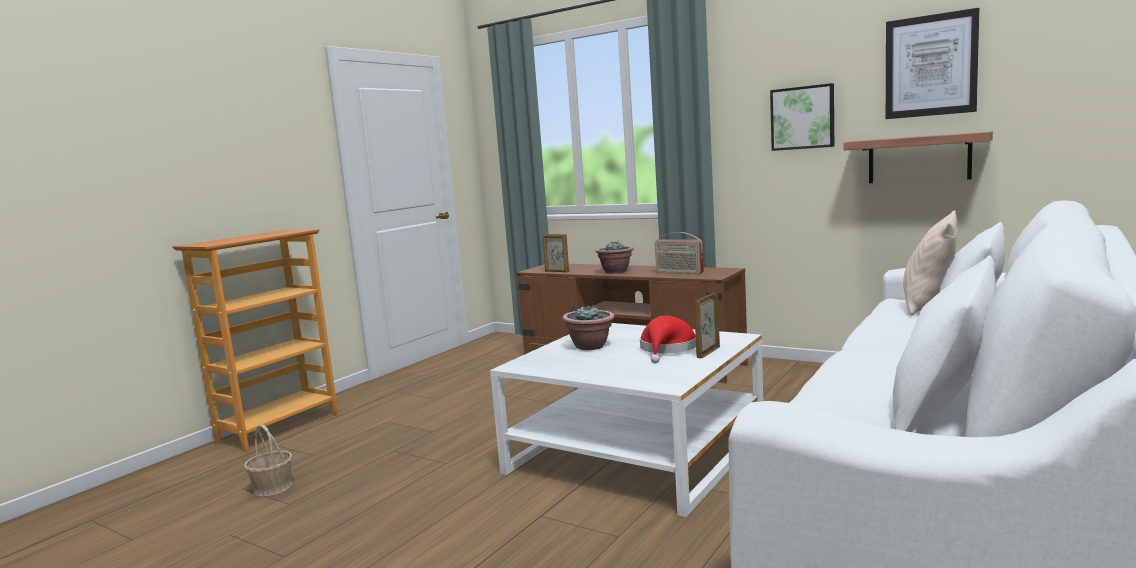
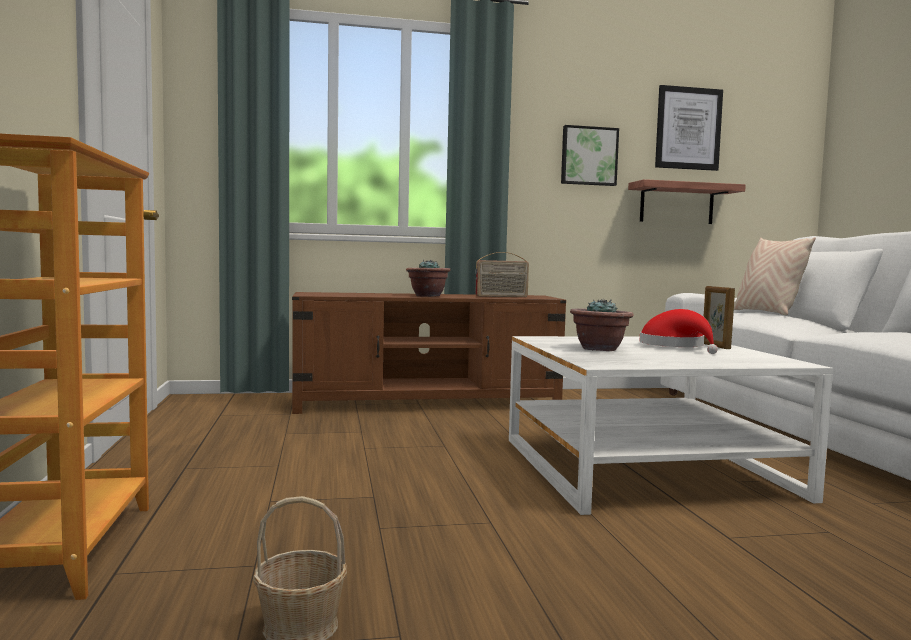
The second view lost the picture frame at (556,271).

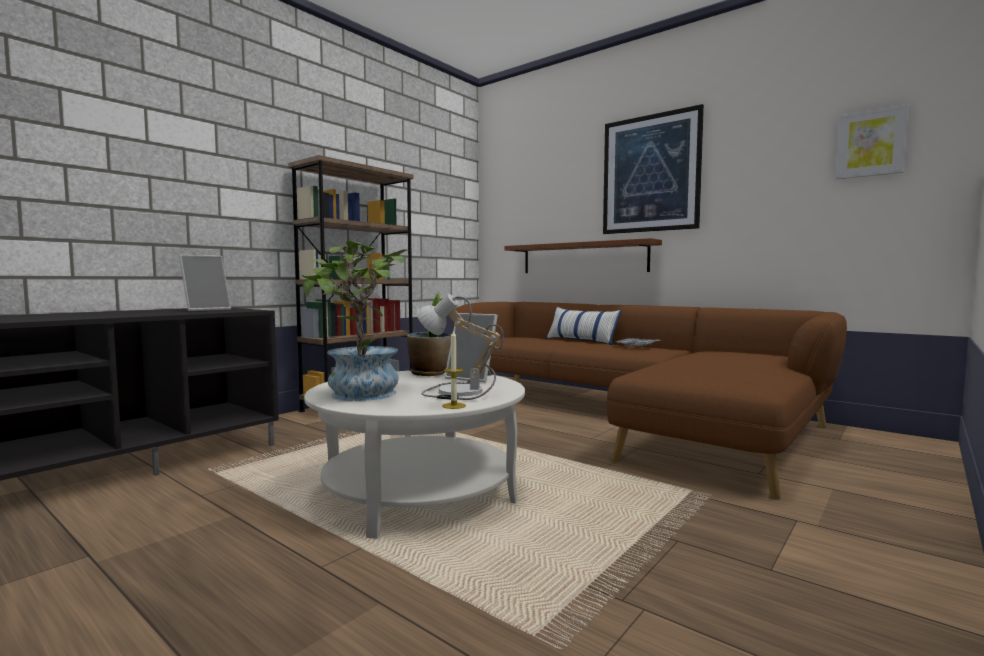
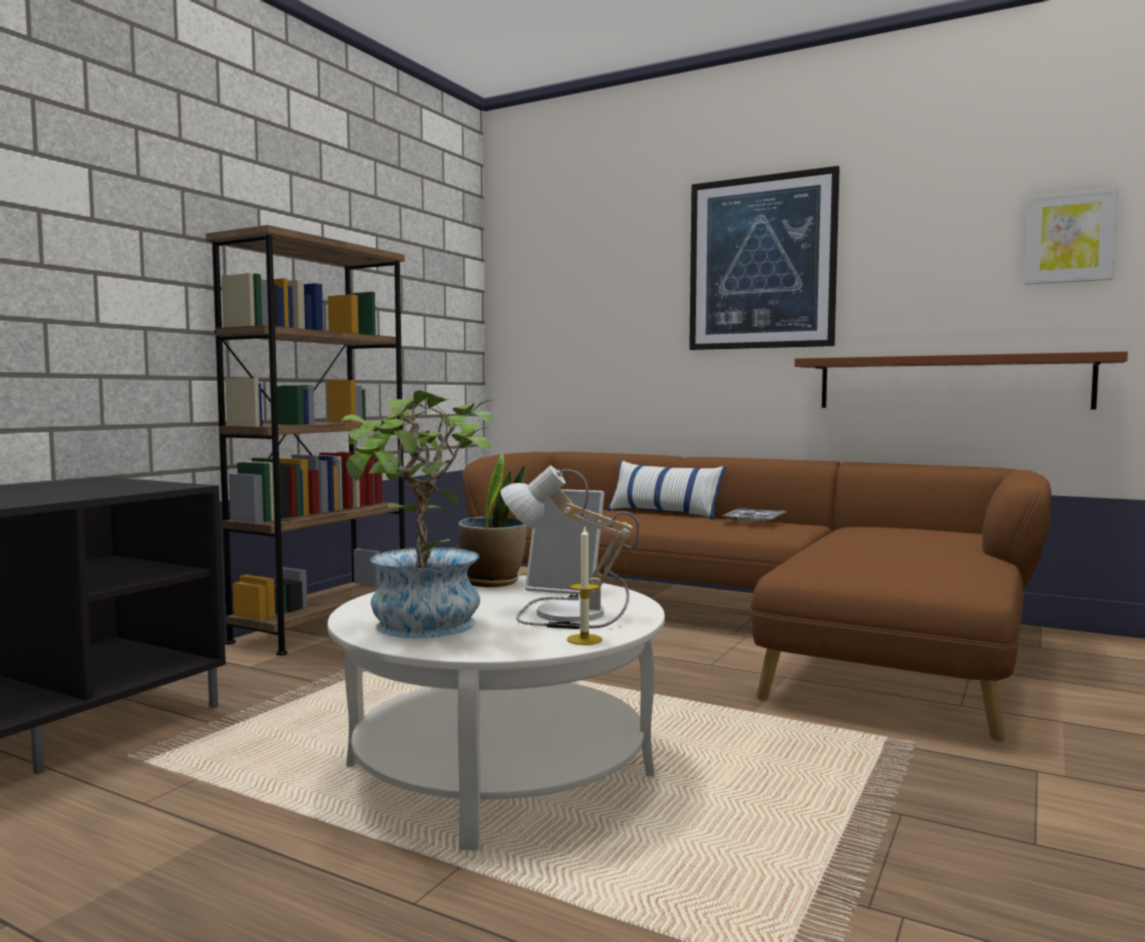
The second view lost the picture frame at (206,309).
The bracket shelf (brown) ended up elsewhere, having gone from (582,258) to (950,382).

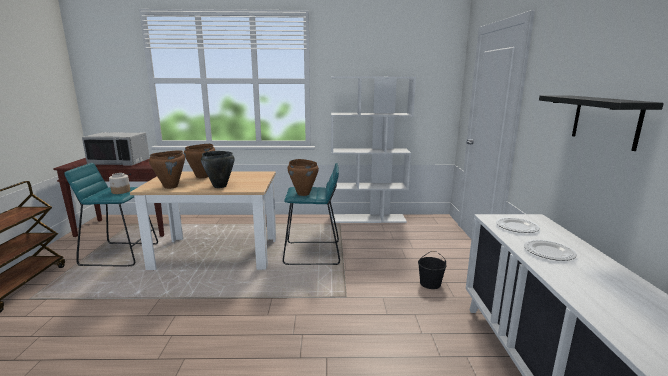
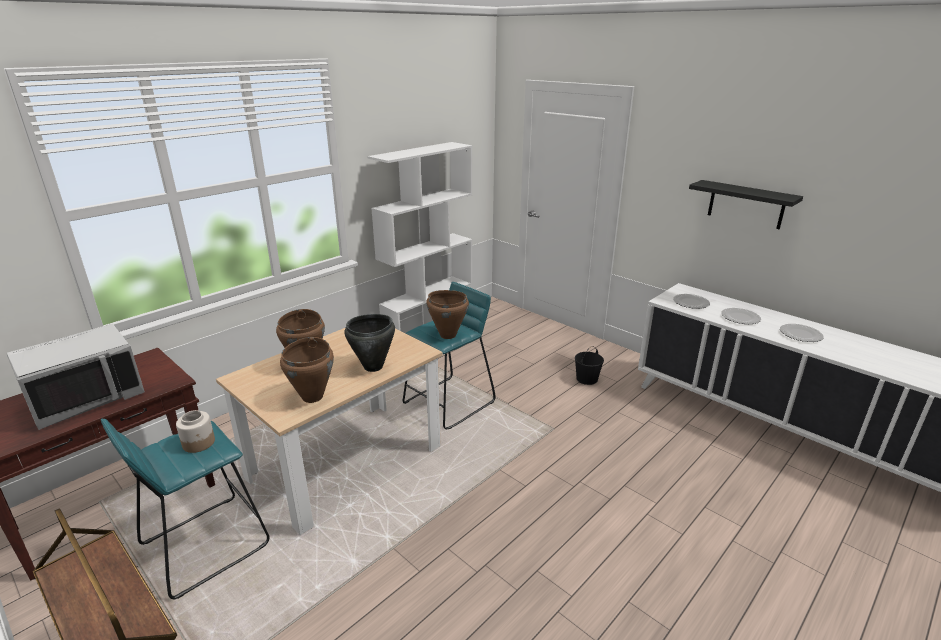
The second view gained the plate at (801,334).

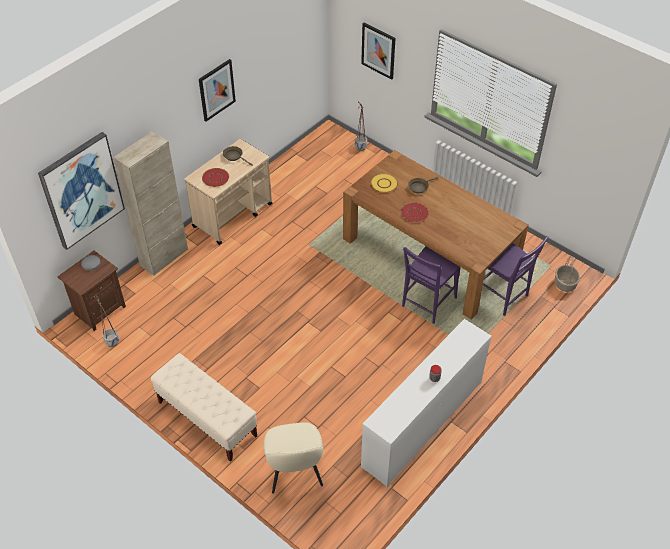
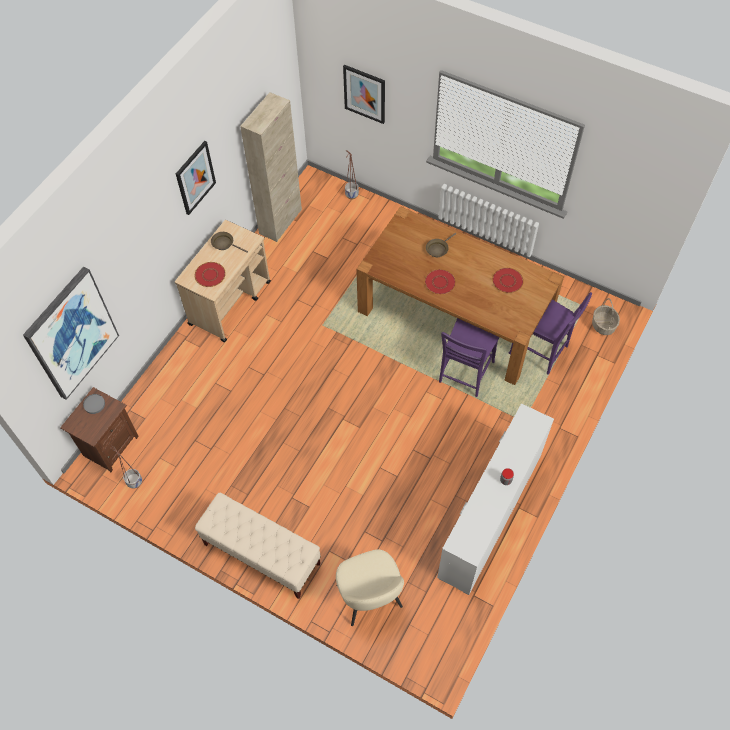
The storage cabinet (beige-coloured) ended up elsewhere, having gone from (164,257) to (280,221).
The second view lost the plate (yellow) at (383,183).
The second view gained the plate (reddish) at (507,281).

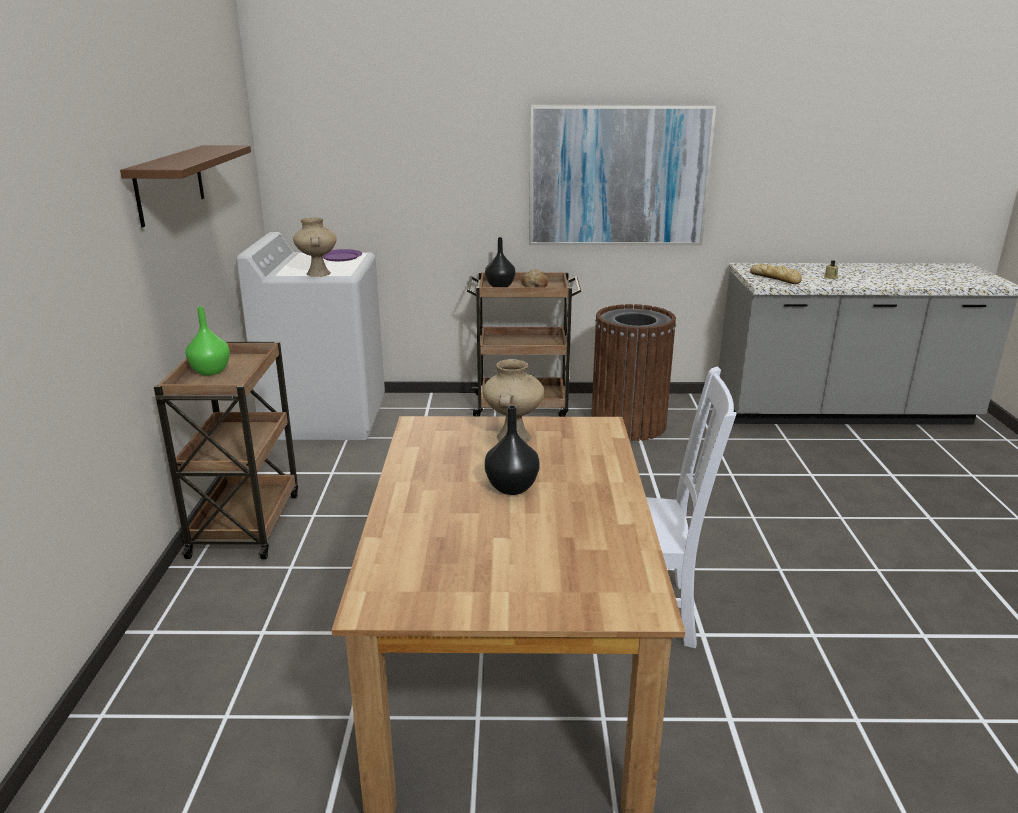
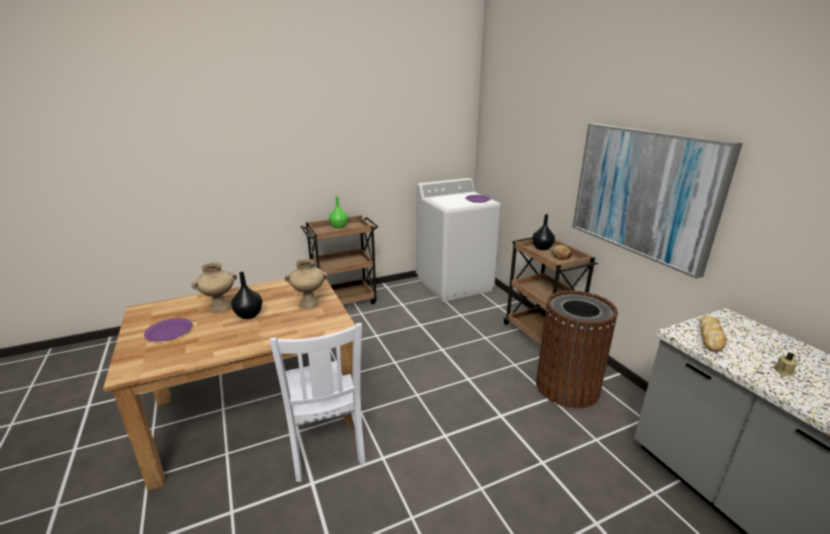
The second view lost the bracket shelf (brown) at (170,184).
The flower vase (beige-coloured) ended up elsewhere, having gone from (318,273) to (220,307).
The second view gained the plate (purplish) at (169,331).

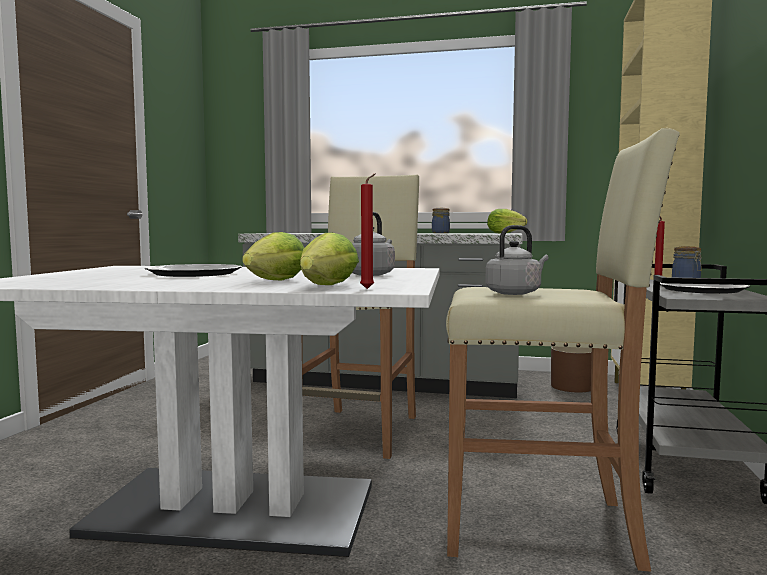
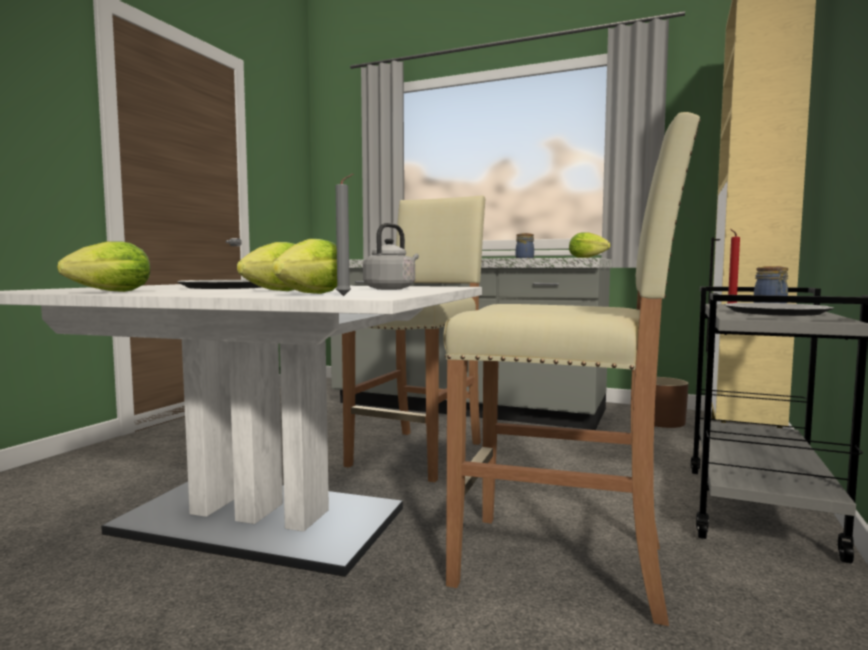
What was the candle (reddish) at (369,288) turned into the candle (greyish) at (346,296).
The second view lost the kettle (greyish) at (515,293).
The second view gained the lettuce head at (106,292).

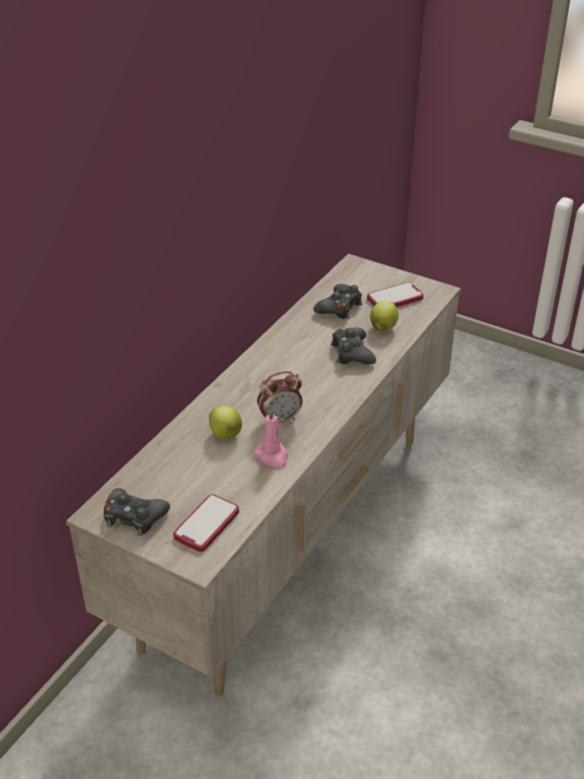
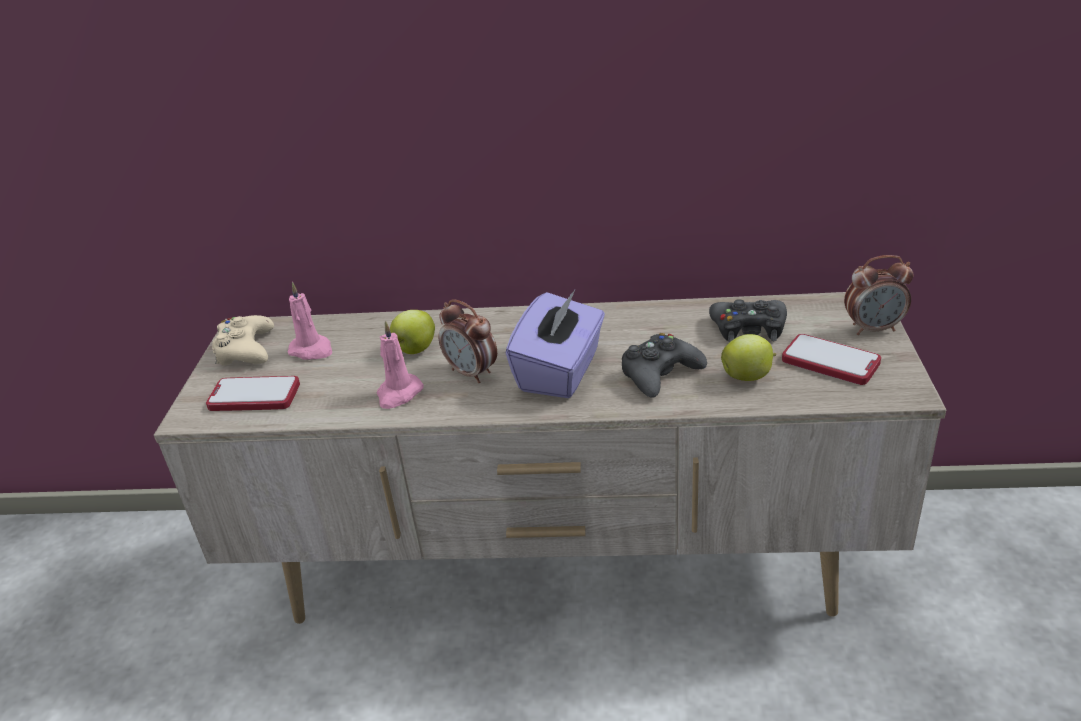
What was the gamepad (blackish) at (134,517) turned into the gamepad (beige-coloured) at (246,350).
The second view gained the candle (pink) at (312,350).
The second view gained the box of tissues (purplish) at (560,372).
The second view gained the bedside clock at (873,329).

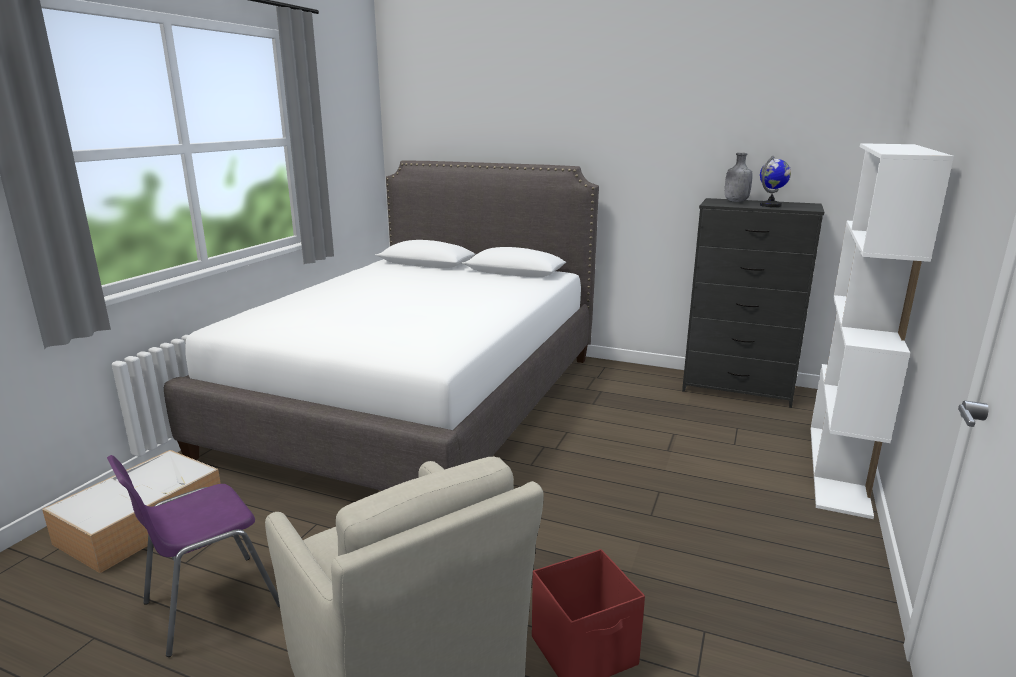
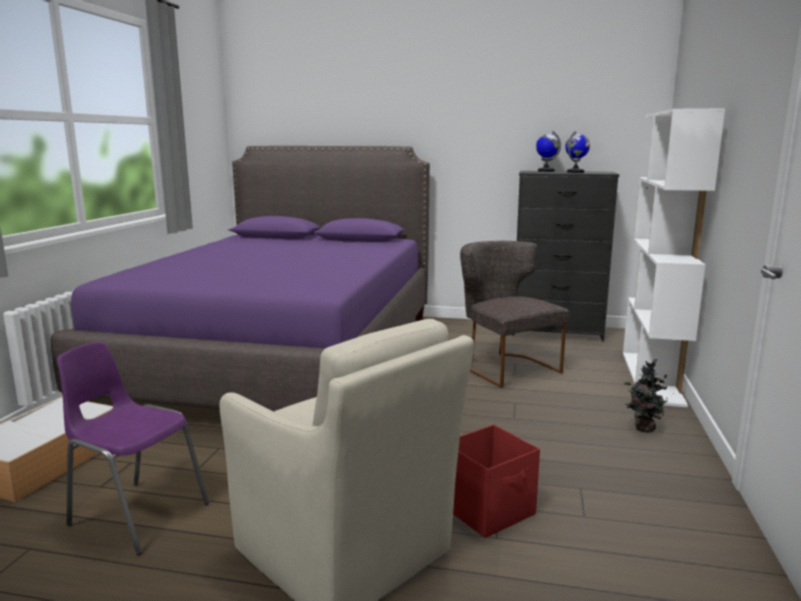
The upright chair (purplish) at (208,605) ended up facing another way, 75 degrees clockwise from before.
What was the bedroom bed (white) at (419,401) turned into the bedroom bed (purplish) at (283,356).
Where the beverage bottle (greyish) stood at (735,201), the globe came to stand at (546,171).
The second view gained the upright chair (greyish) at (505,367).
The second view gained the potted plant at (642,428).

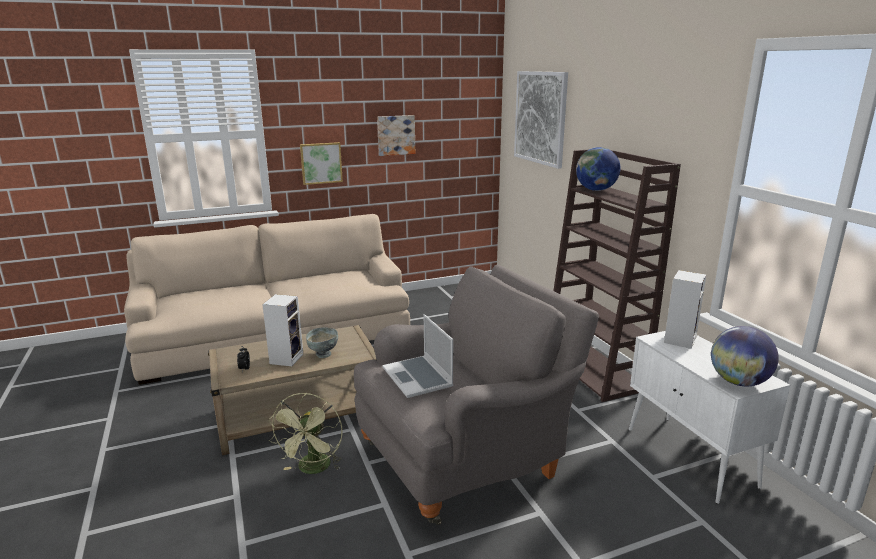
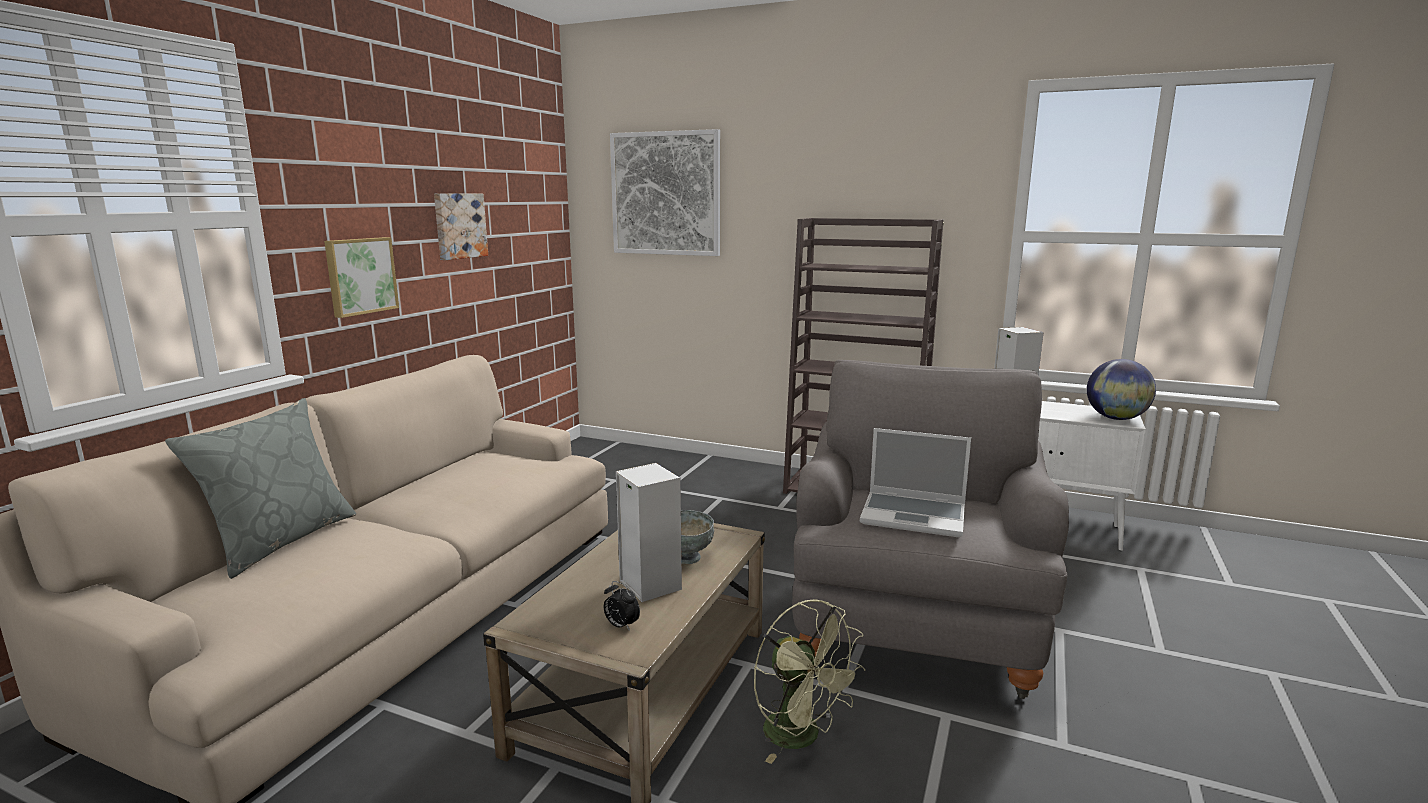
The second view lost the globe at (596,190).
The second view gained the cushion (greyish) at (280,541).

